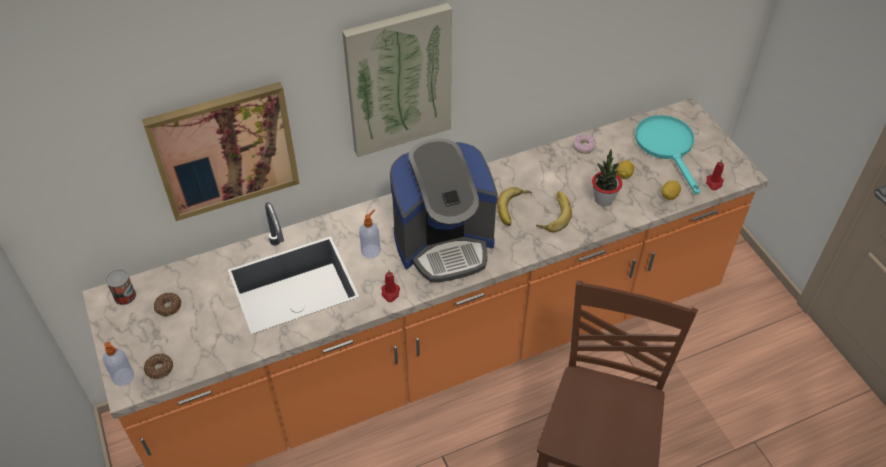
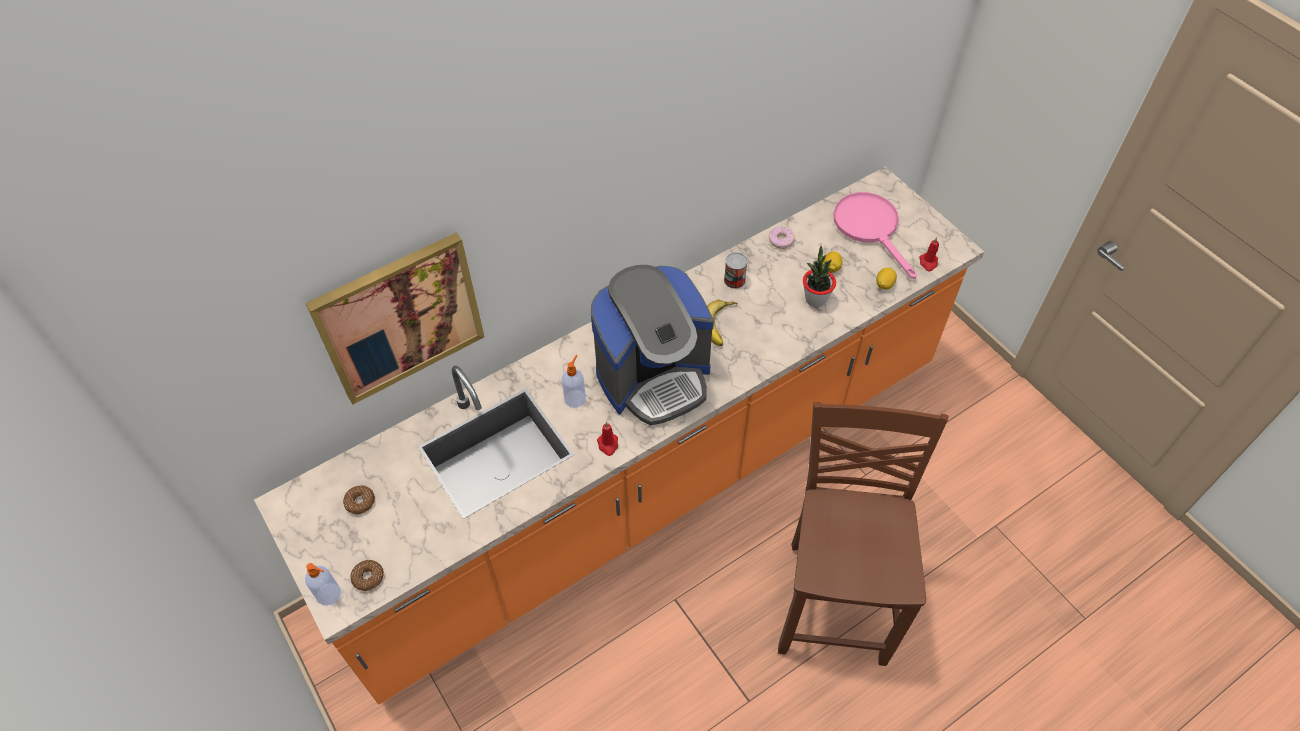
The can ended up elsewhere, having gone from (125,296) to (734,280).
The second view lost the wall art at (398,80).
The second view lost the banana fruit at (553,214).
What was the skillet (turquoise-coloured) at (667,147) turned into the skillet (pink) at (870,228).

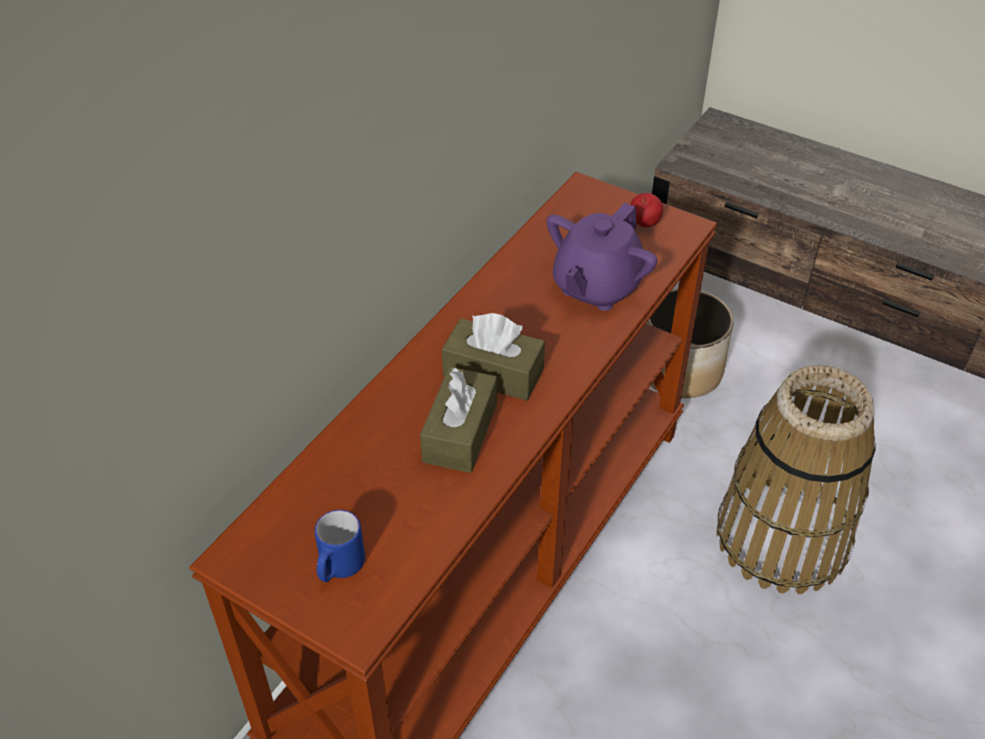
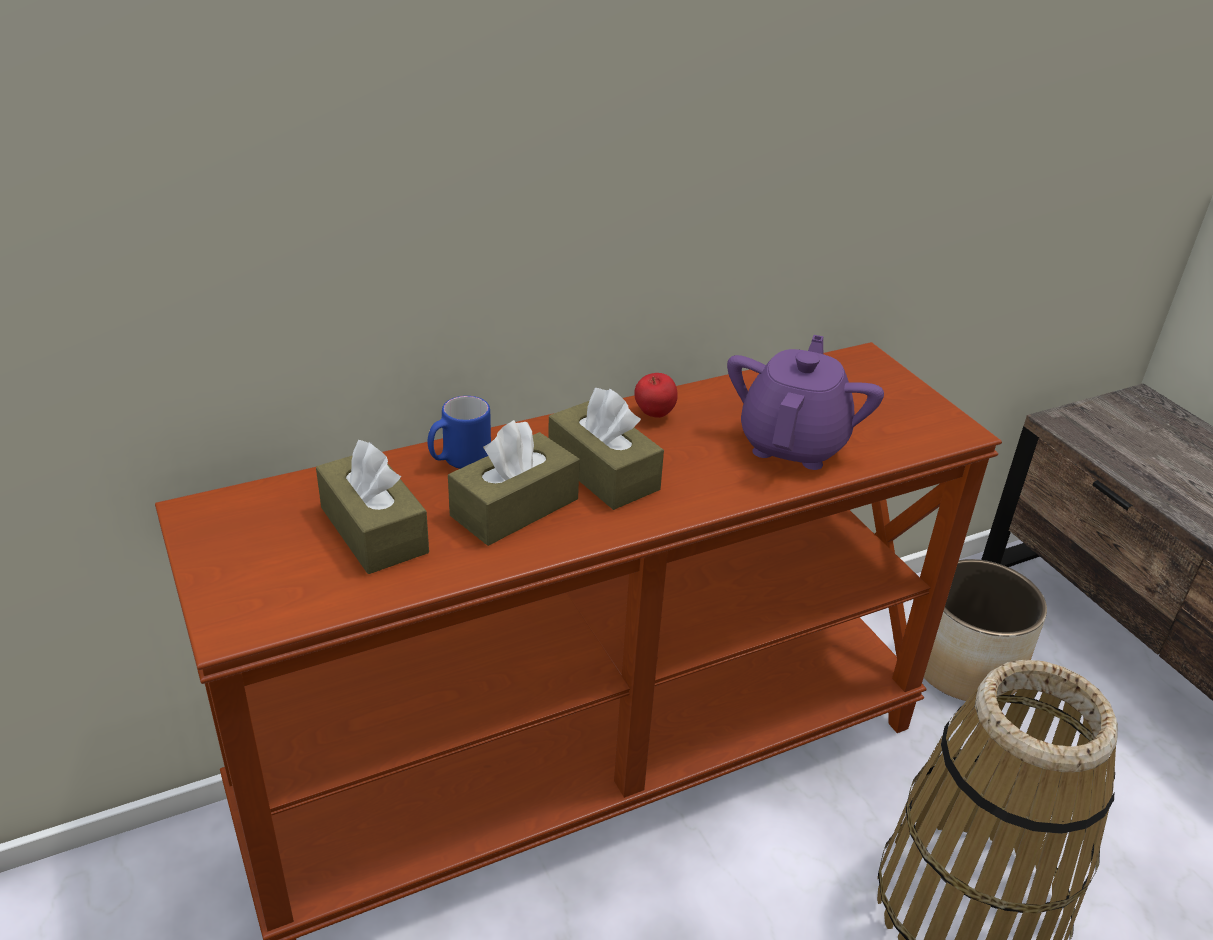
The coffee mug (blue-coloured) ended up elsewhere, having gone from (338,568) to (459,461).
The pot for tea (purplish) at (596,287) ended up facing another way, 135 degrees clockwise from before.
The apple ended up elsewhere, having gone from (644,225) to (654,415).
The second view gained the box of tissues (brown) at (374,530).

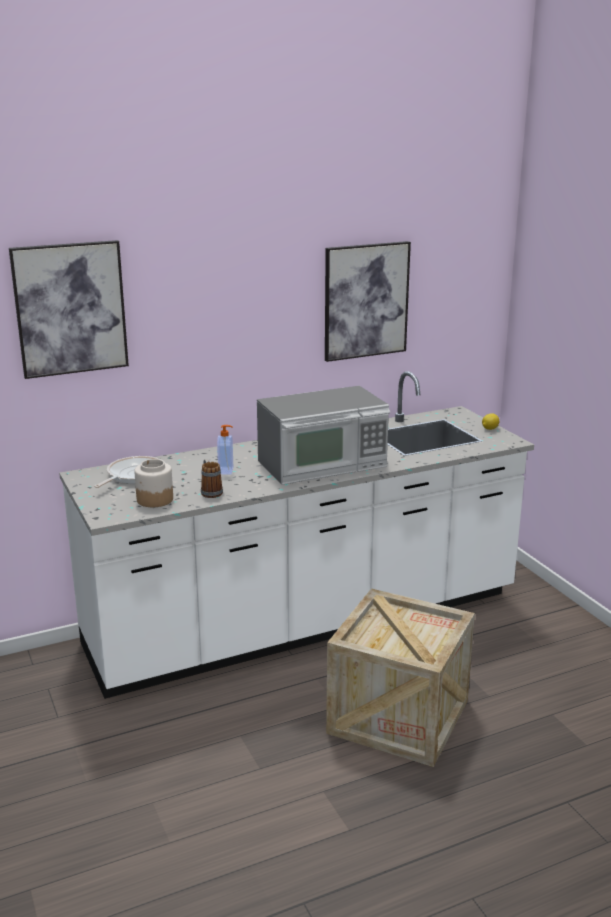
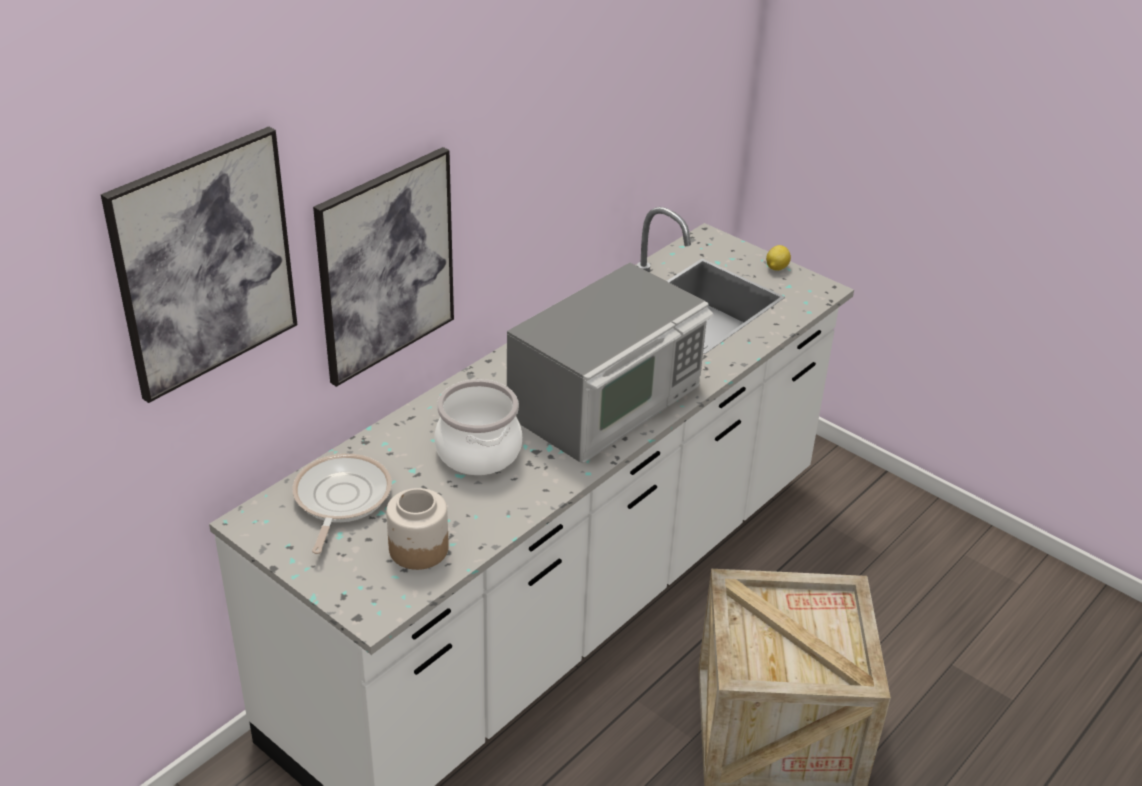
The second view lost the coffee mug at (210,491).
Where the soap bottle stood at (226,471), the stockpot came to stand at (477,452).
The wall art ended up elsewhere, having gone from (366,300) to (385,265).

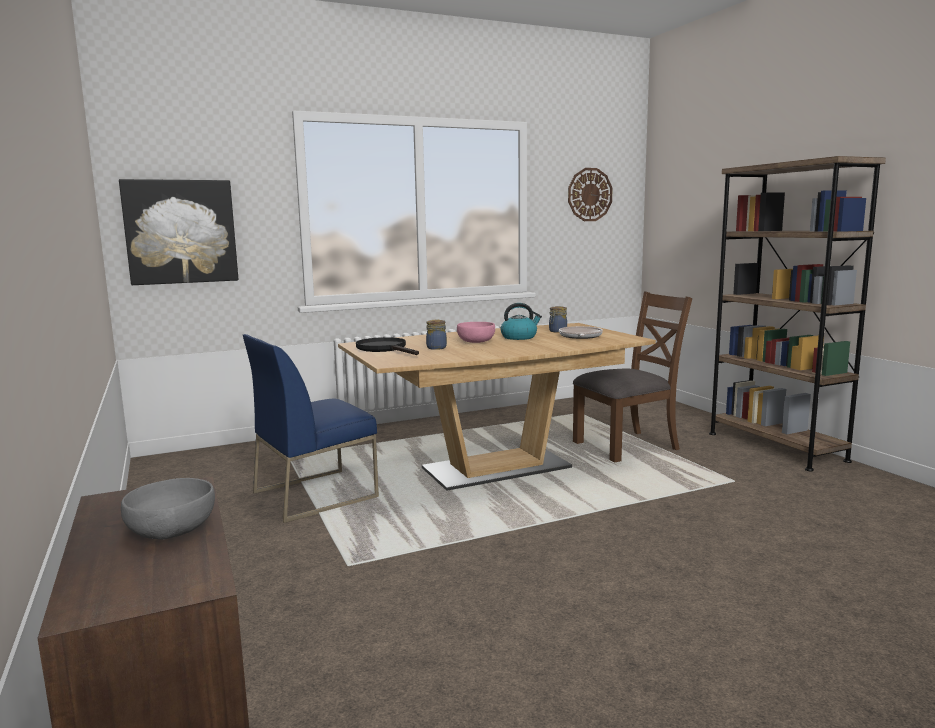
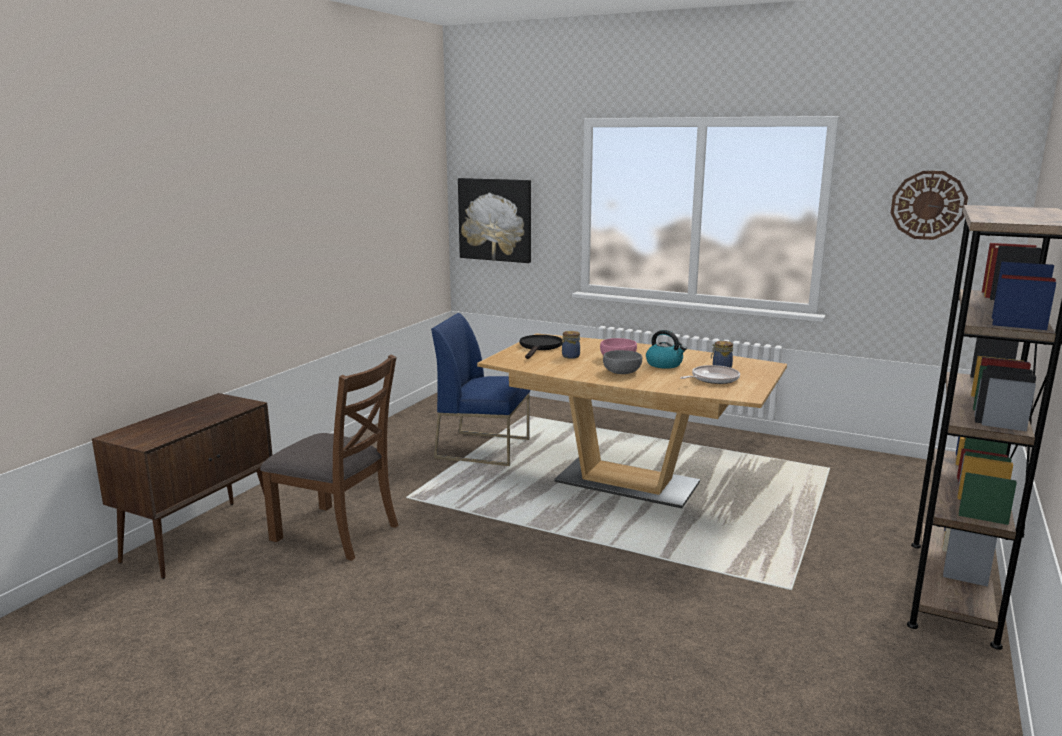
The serving bowl (greyish) ended up elsewhere, having gone from (173,529) to (622,372).
The upright chair (brown) ended up elsewhere, having gone from (627,446) to (337,532).

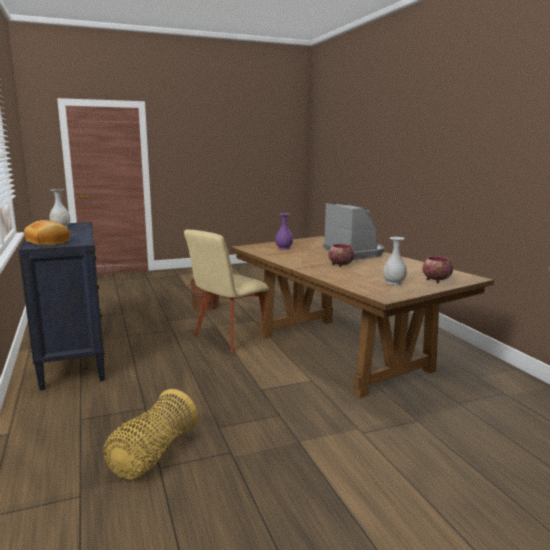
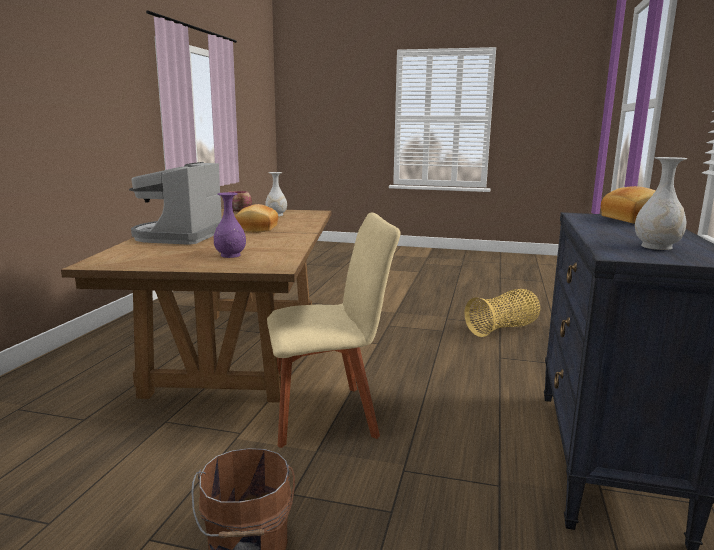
Where the serving bowl stood at (340,265), the baked bread came to stand at (258,229).

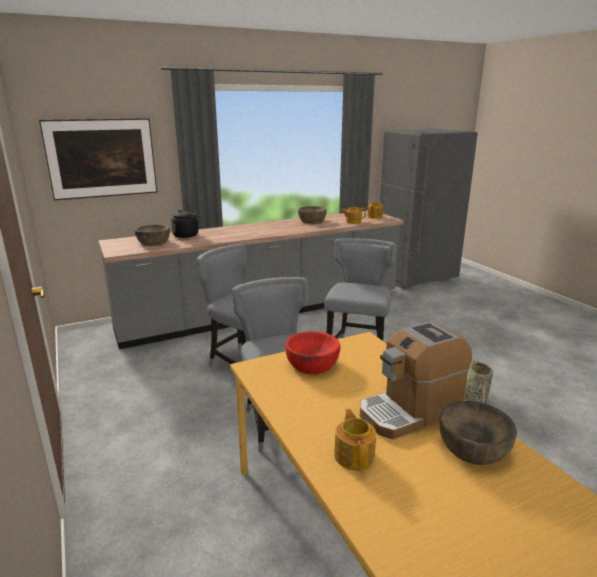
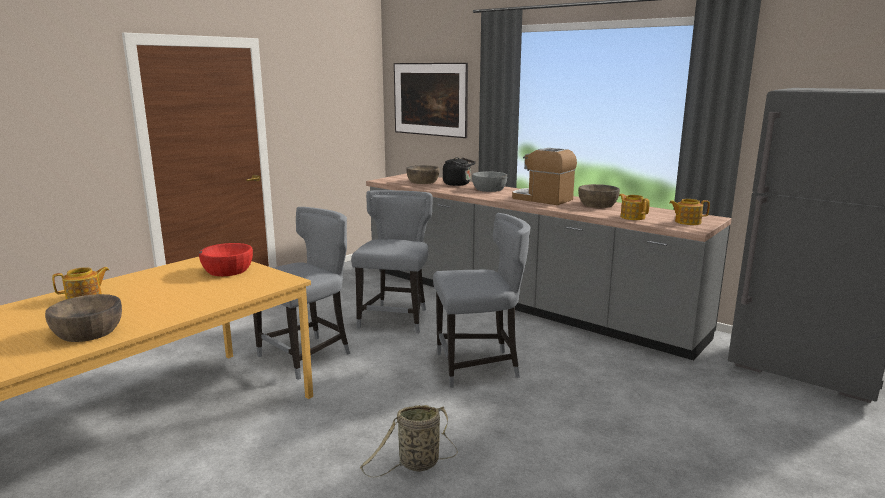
The coffee brewer ended up elsewhere, having gone from (410,411) to (542,199).
The second view gained the serving bowl (greyish) at (489,189).

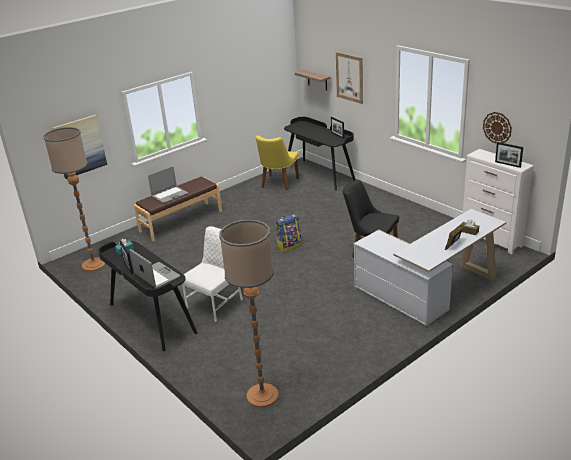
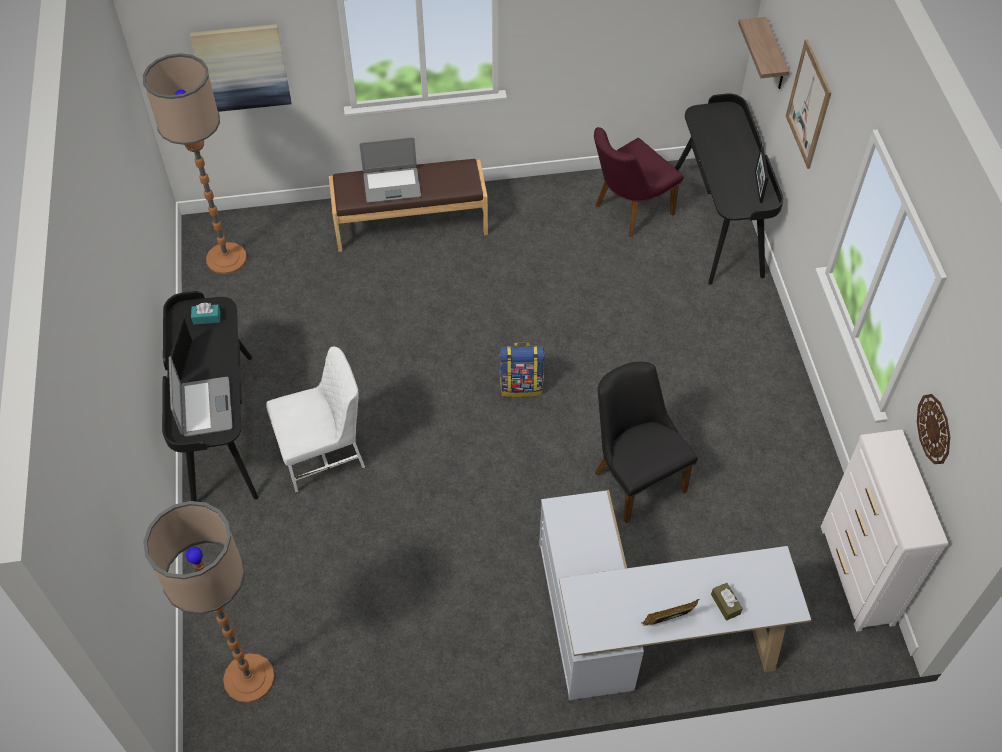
What was the upright chair (yellow) at (278,184) turned into the upright chair (purplish) at (627,211).
The second view lost the picture frame at (507,164).

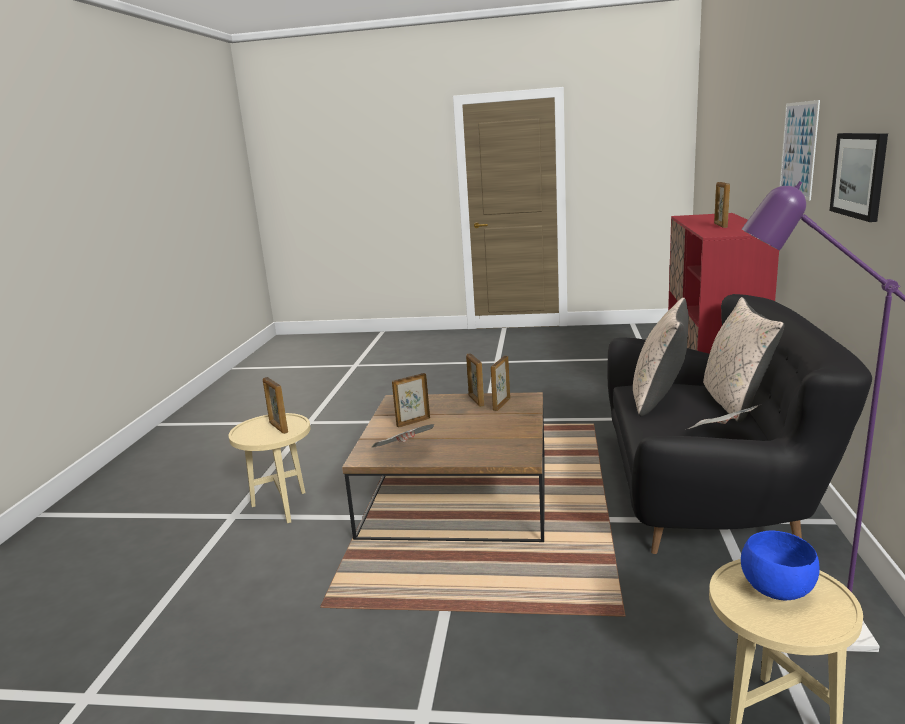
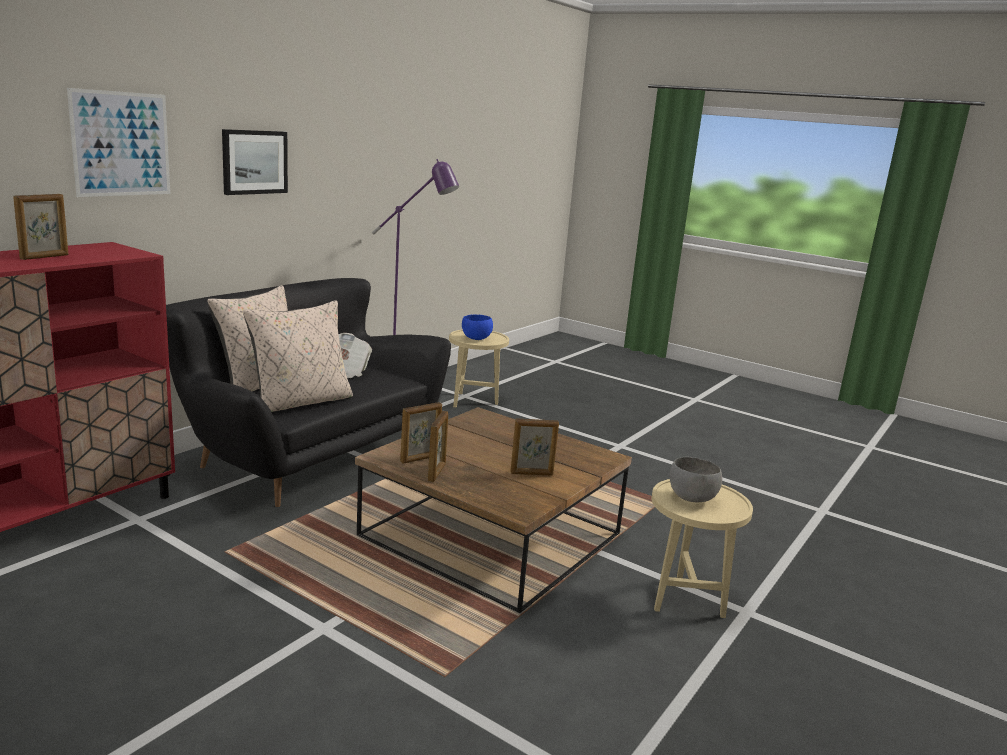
Where the picture frame stood at (278,428), the serving bowl (greyish) came to stand at (690,498).
The second view lost the newspaper at (404,453).

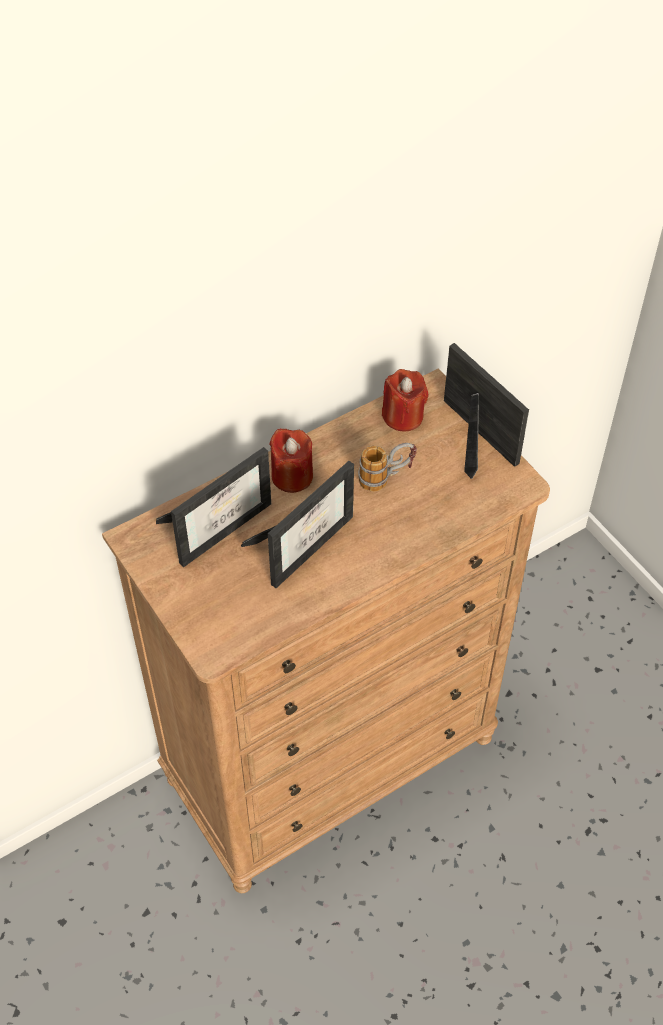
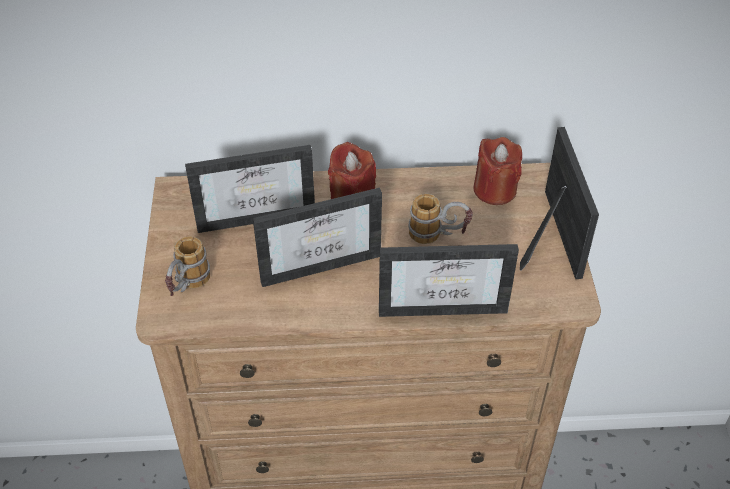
The second view gained the coffee mug at (188,288).
The second view gained the picture frame at (444,302).

